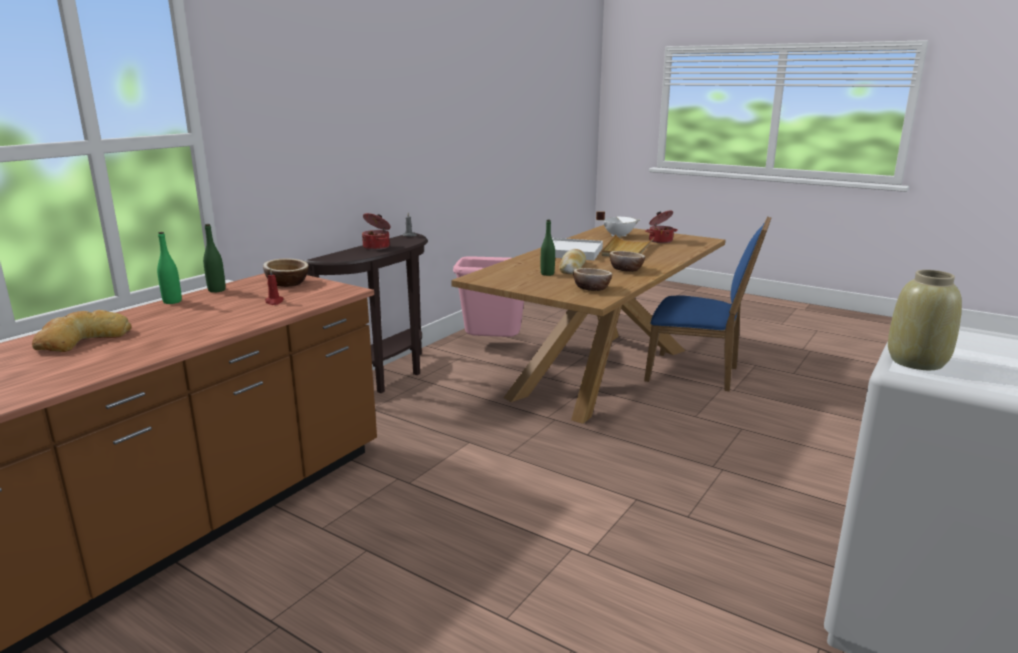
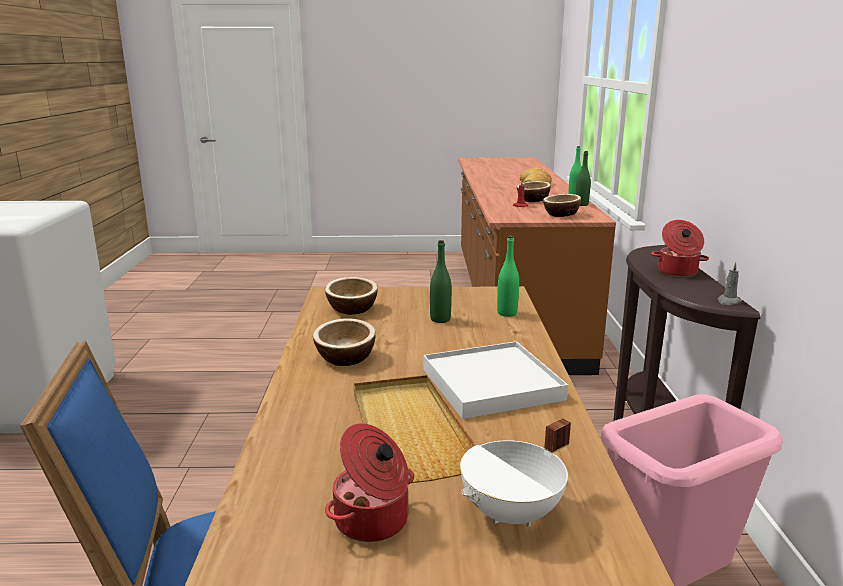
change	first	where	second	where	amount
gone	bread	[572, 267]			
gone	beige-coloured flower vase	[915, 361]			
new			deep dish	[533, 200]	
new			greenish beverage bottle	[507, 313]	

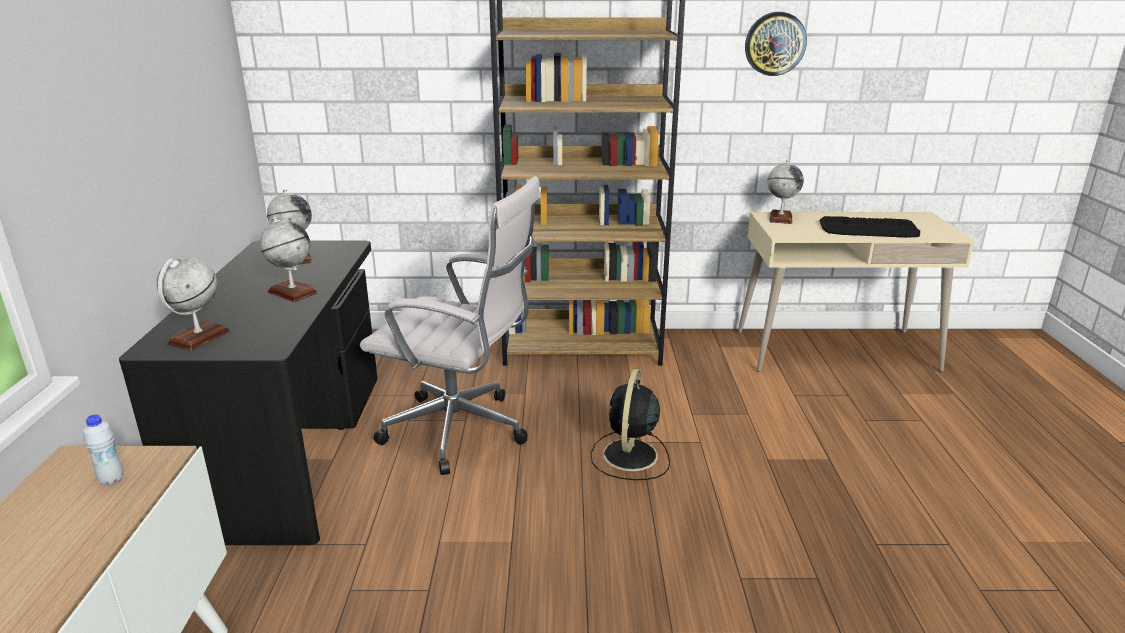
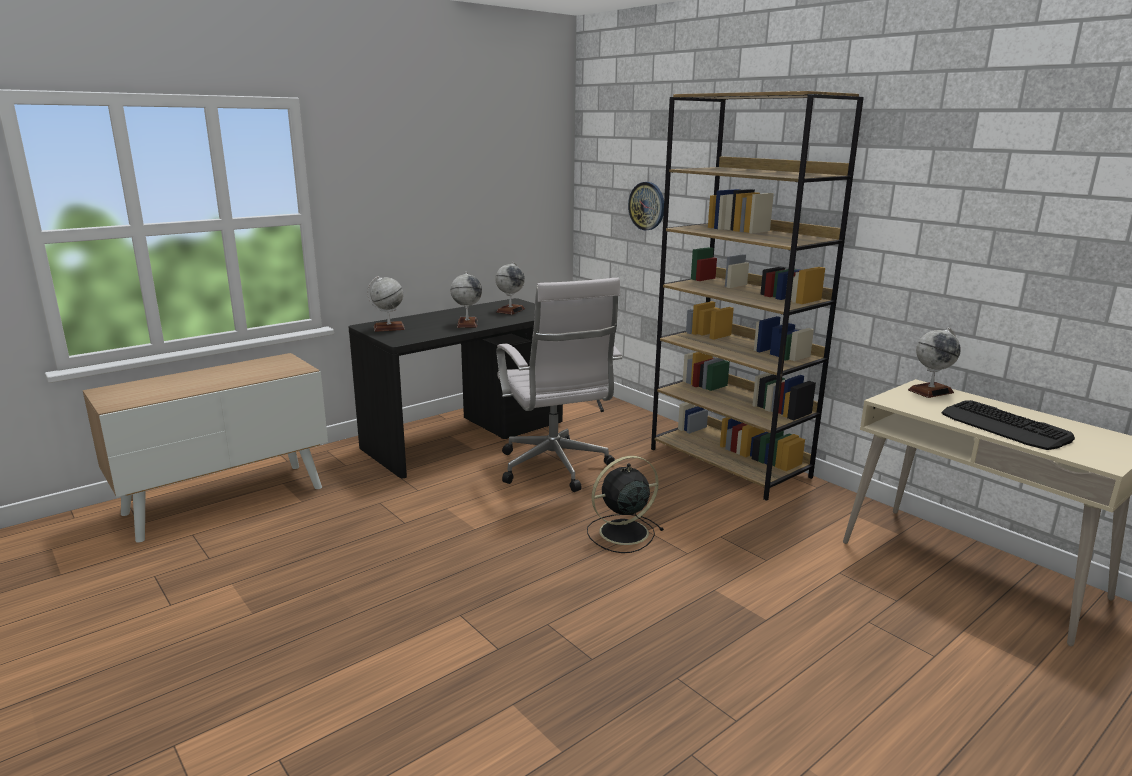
change	first	where	second	where	amount
shifted	hanging clock	[775, 44]		[647, 206]	
gone	white beverage bottle	[111, 480]			

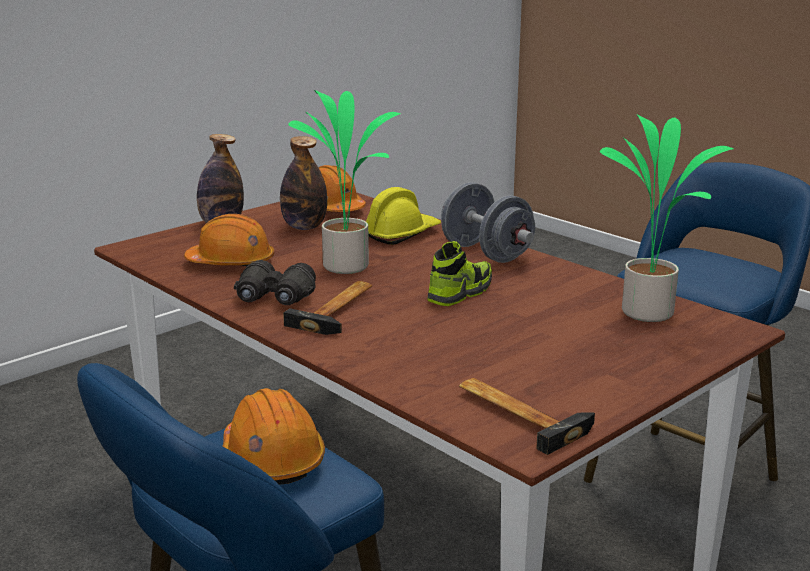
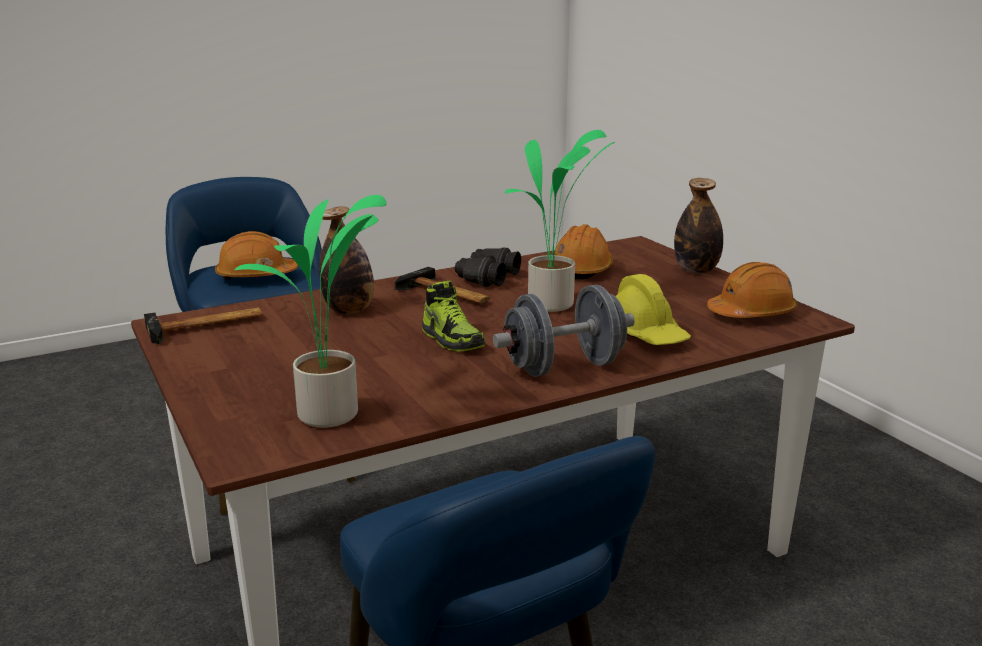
change	first	where	second	where	amount
shifted	beverage bottle	[304, 227]		[349, 310]	

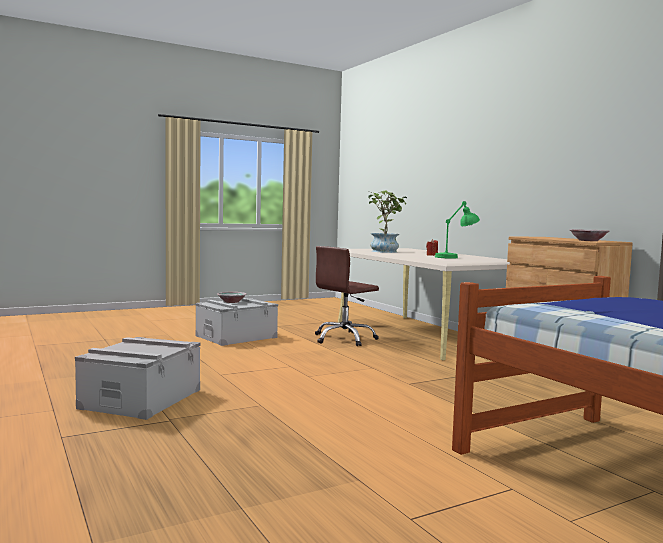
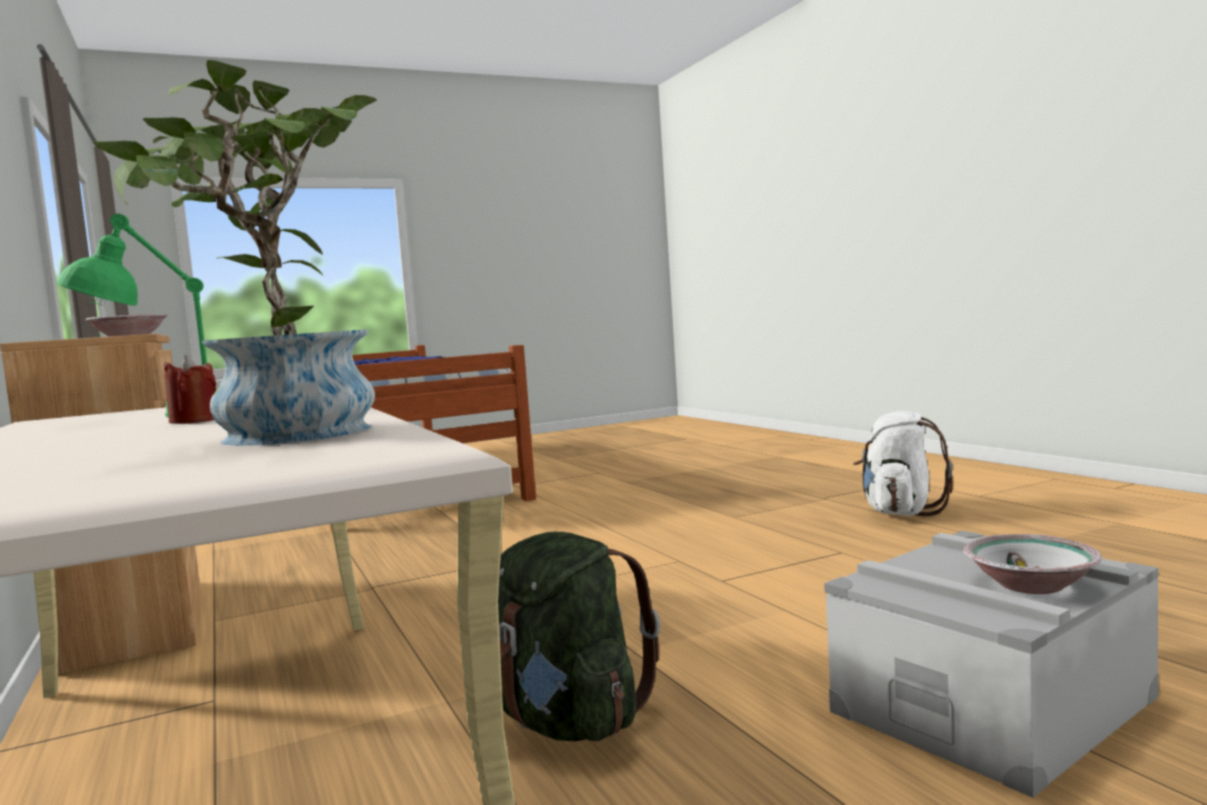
change	first	where	second	where	amount
swapped	brownish computer chair	[344, 339]	greenish backpack	[568, 722]	
swapped	grey storage box	[141, 398]	white backpack	[900, 512]	

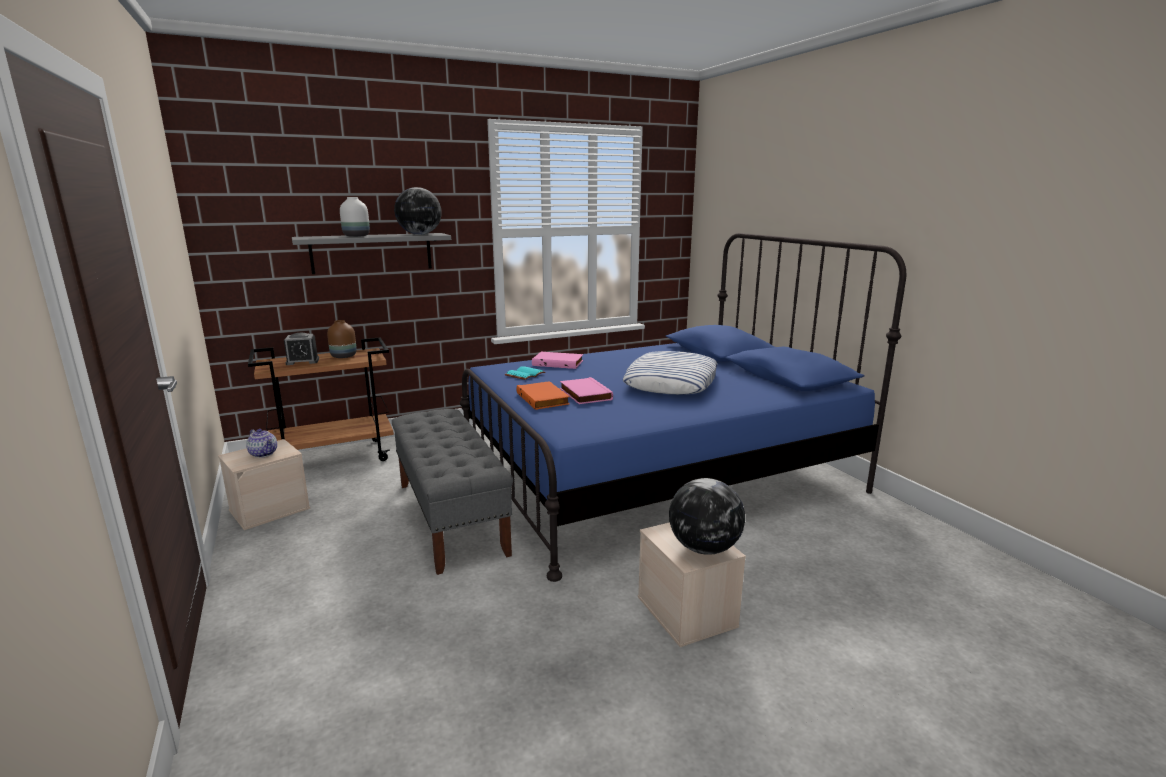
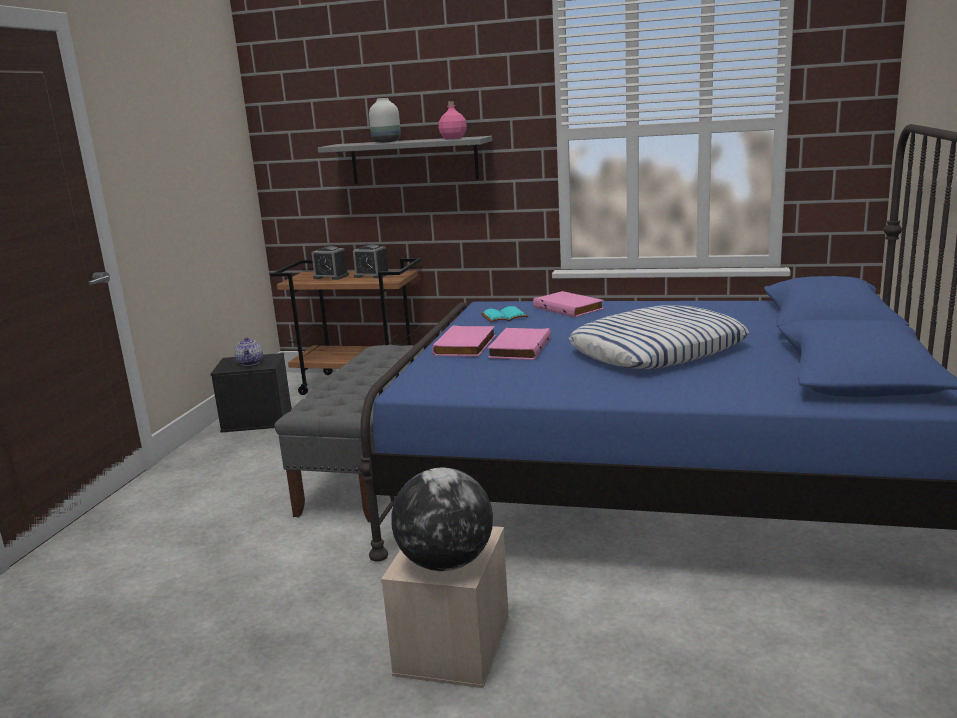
change	first	where	second	where	amount
swapped	globe	[420, 234]	pink-coloured beverage bottle	[453, 138]	
swapped	brownish flower vase	[344, 356]	bedside clock	[372, 275]	
repainted	orange book	[544, 399]	pink-coloured book	[466, 346]	
repainted	beige-coloured storage box	[270, 509]	black storage box	[258, 419]	

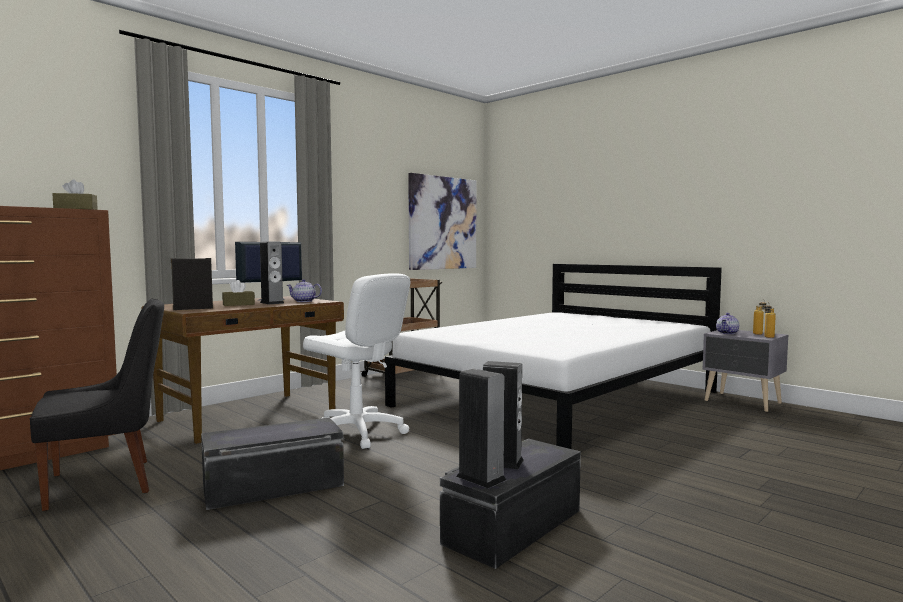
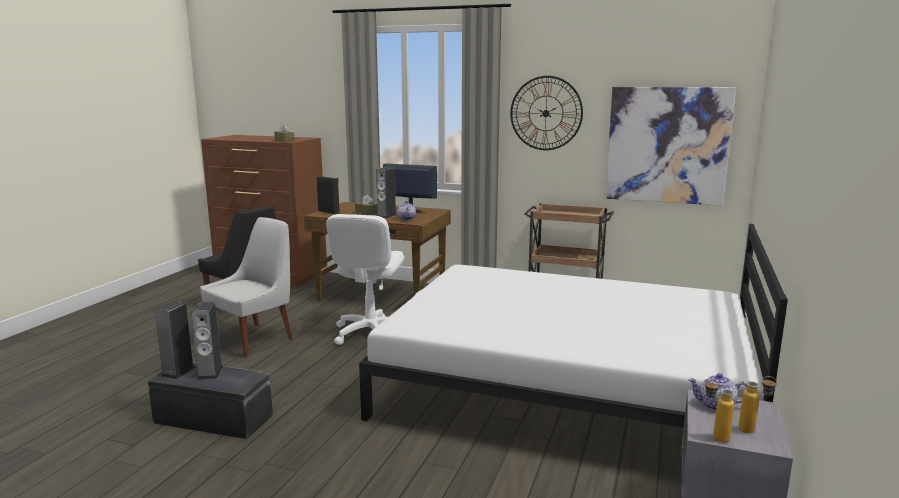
change	first	where	second	where	amount
swapped	black storage box	[274, 487]	white upright chair	[254, 339]	
new			hanging clock	[546, 113]	

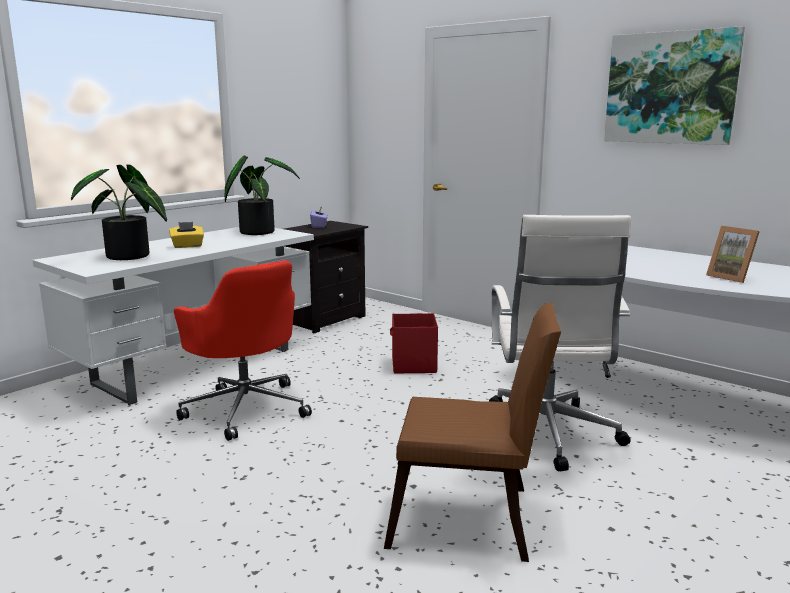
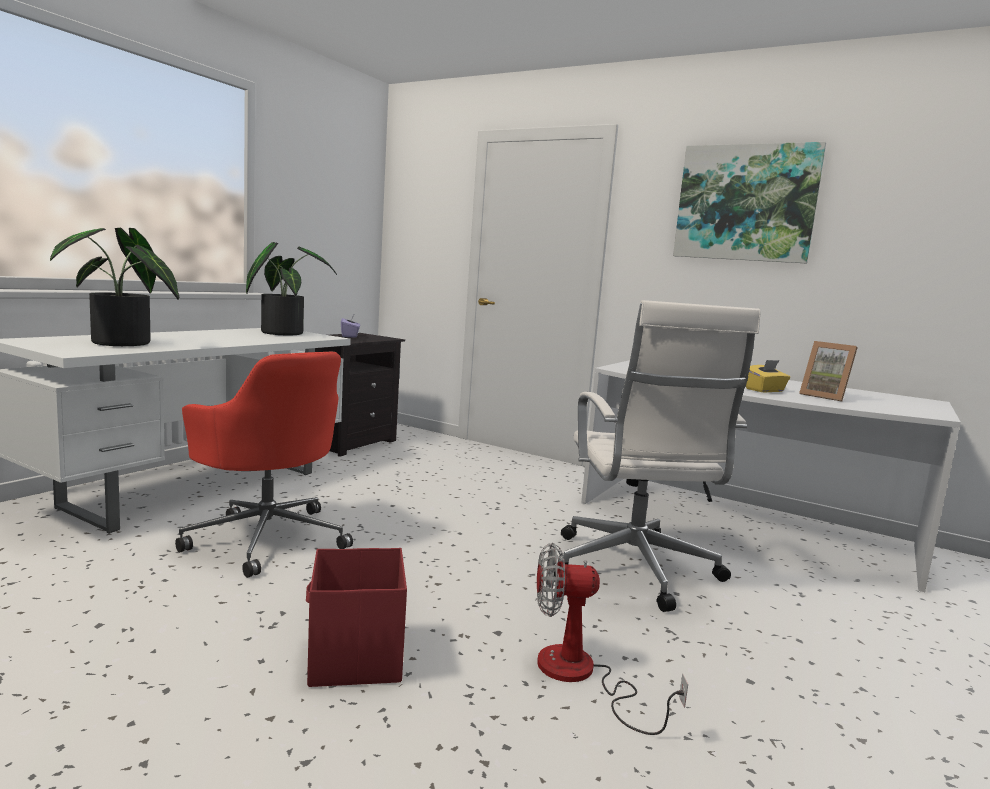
change	first	where	second	where	amount
shifted	yellow tissue box	[187, 246]		[764, 390]	
swapped	brownish upright chair	[470, 521]	cooling fan	[581, 676]	
shifted	reddish storage box	[413, 365]		[354, 658]	

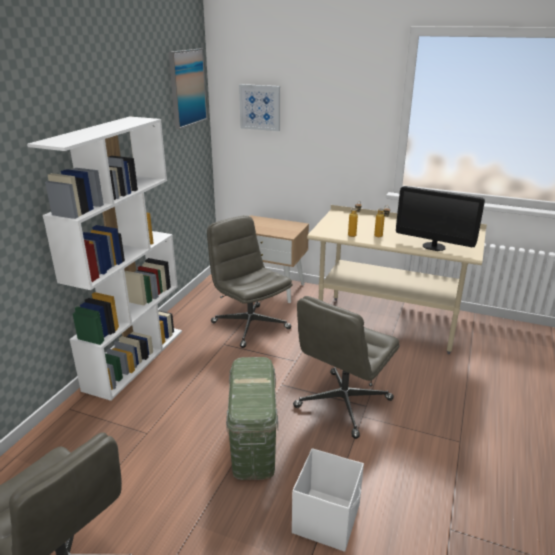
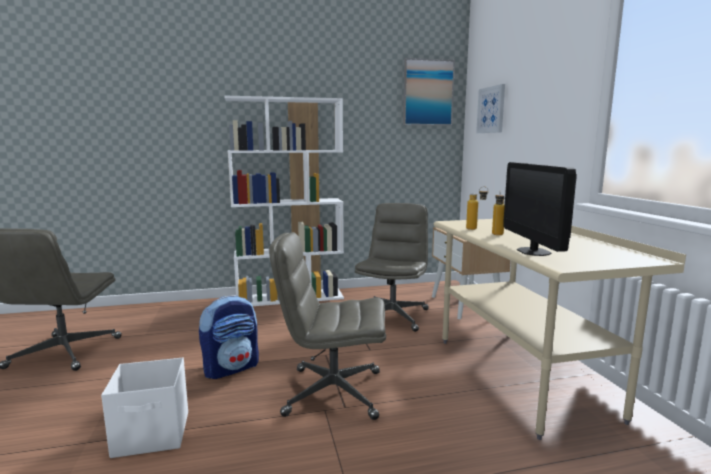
change	first	where	second	where	amount
swapped	greenish storage box	[253, 443]	backpack	[231, 368]	

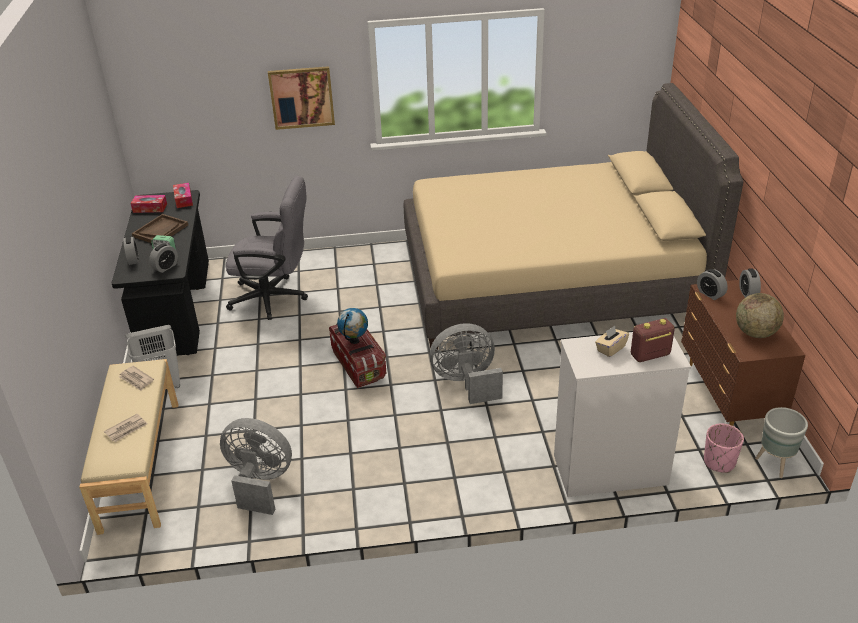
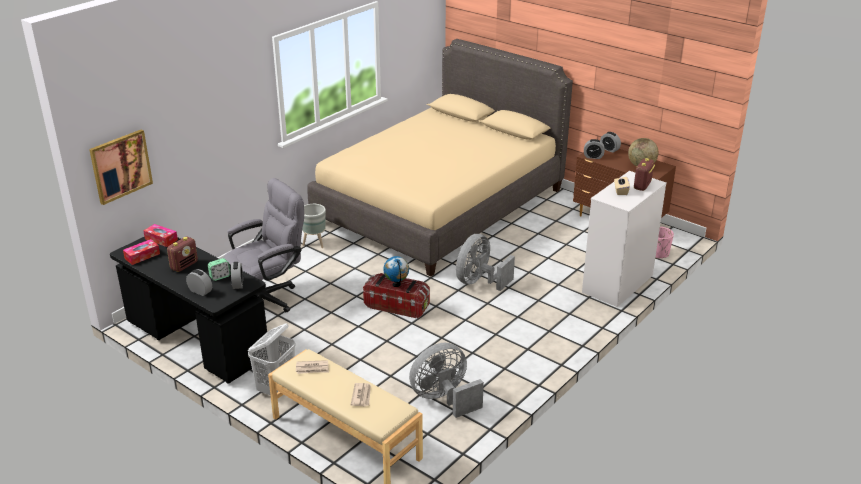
change	first	where	second	where	amount
shifted	picture	[301, 97]		[120, 166]	
swapped	brownish serving tray	[160, 231]	radio set	[184, 265]	
shifted	grey plant pot	[774, 463]		[314, 243]	

